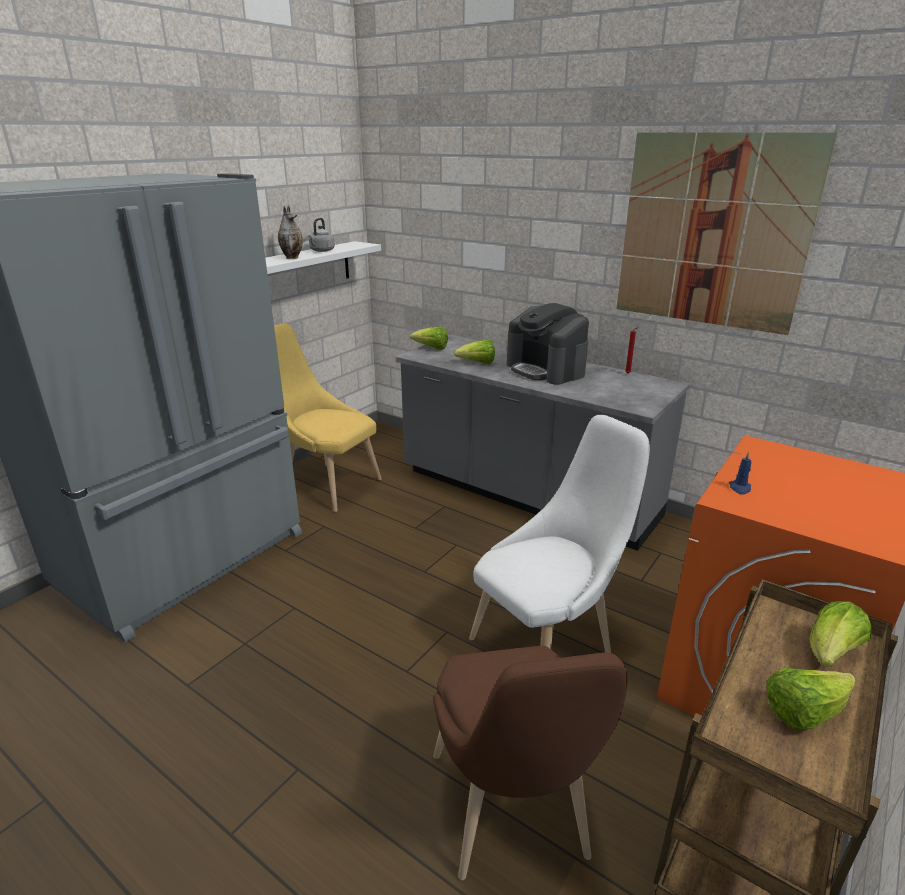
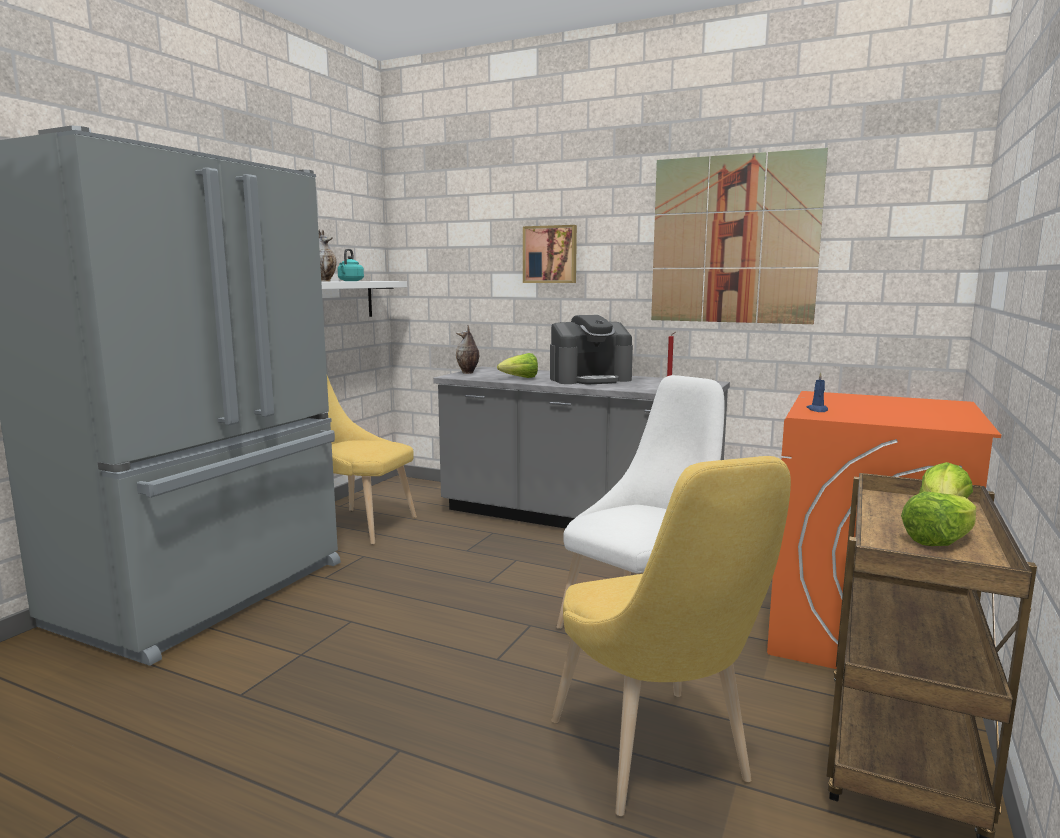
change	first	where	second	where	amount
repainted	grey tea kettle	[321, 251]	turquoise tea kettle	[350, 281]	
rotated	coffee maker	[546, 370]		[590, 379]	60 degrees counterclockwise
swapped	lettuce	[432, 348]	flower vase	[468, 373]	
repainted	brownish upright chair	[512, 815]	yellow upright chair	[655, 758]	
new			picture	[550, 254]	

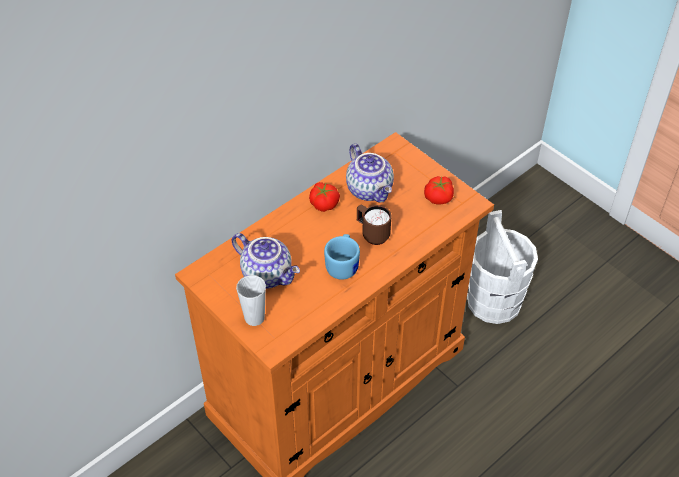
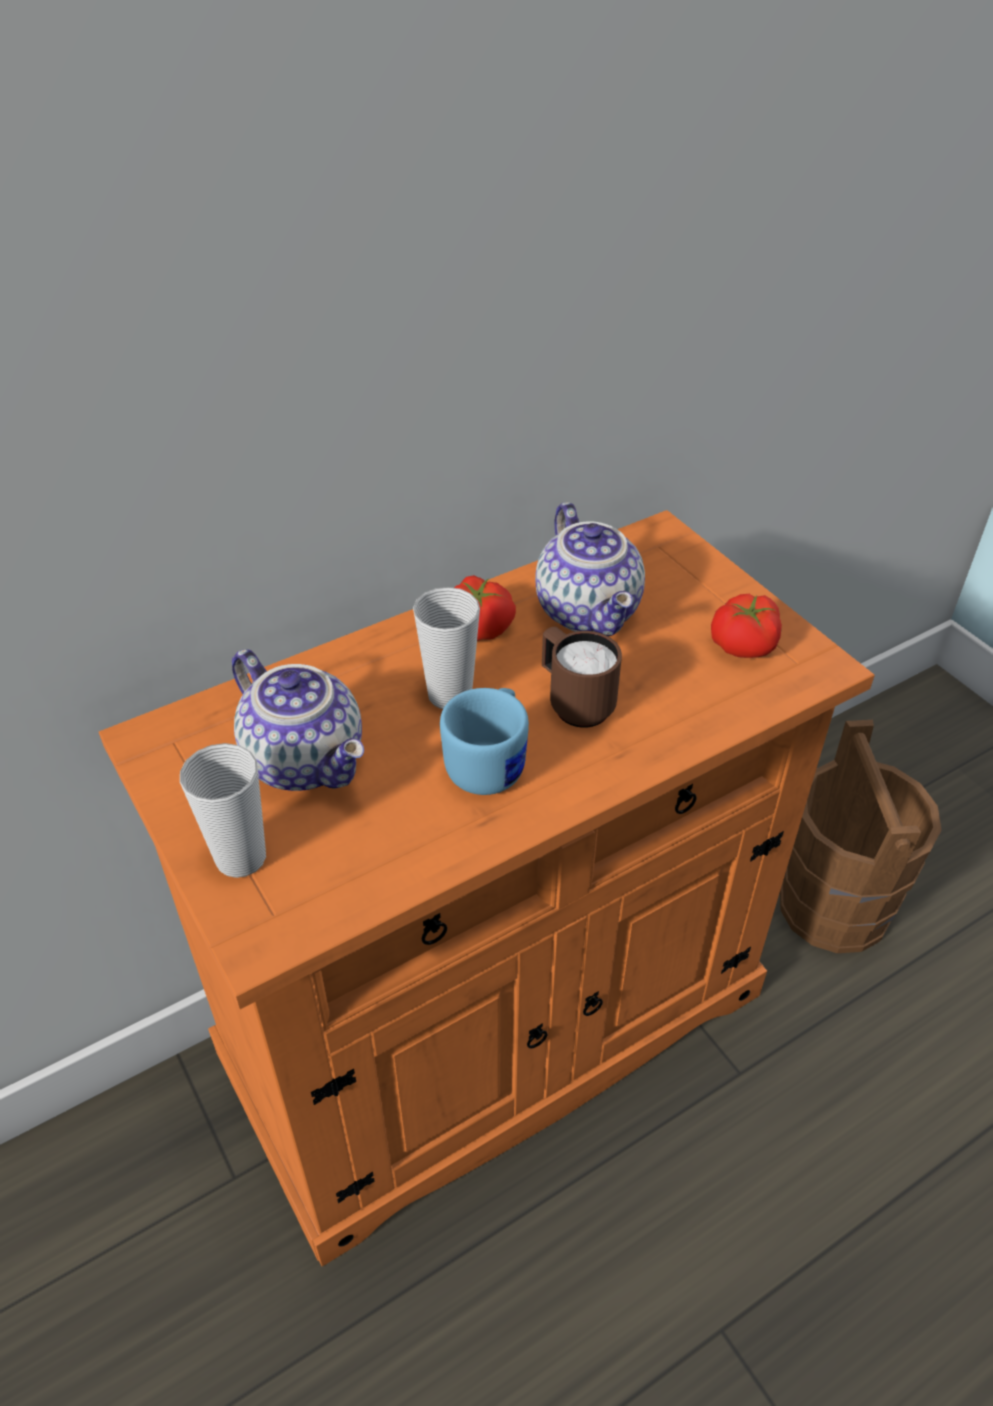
change	first	where	second	where	amount
repainted	white bucket	[494, 301]	brownish bucket	[833, 906]	
new			cup	[449, 695]	

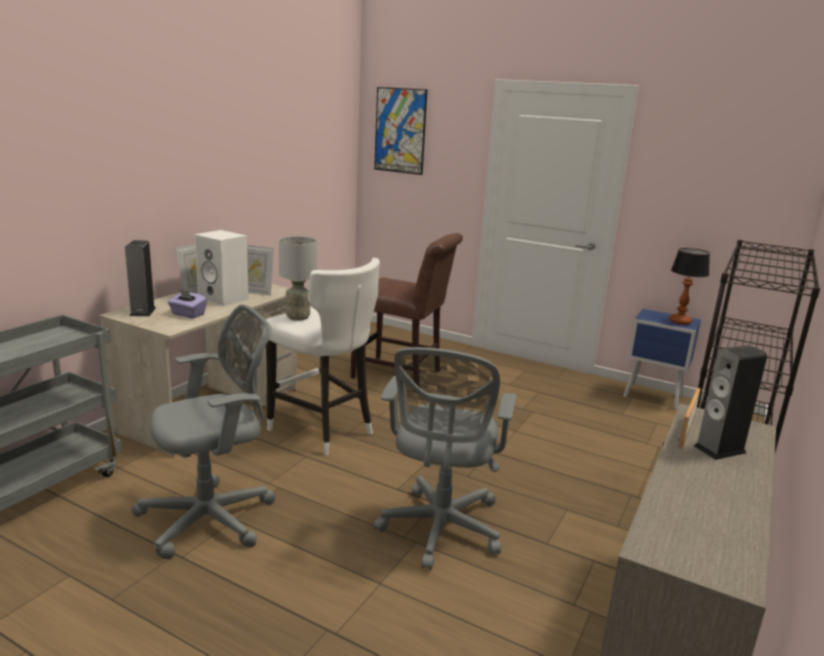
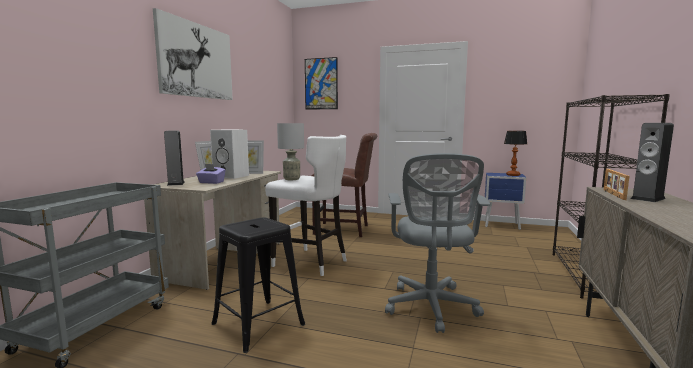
change	first	where	second	where	amount
swapped	grey computer chair	[213, 518]	black sitting stool	[258, 324]	
new			picture	[196, 61]	

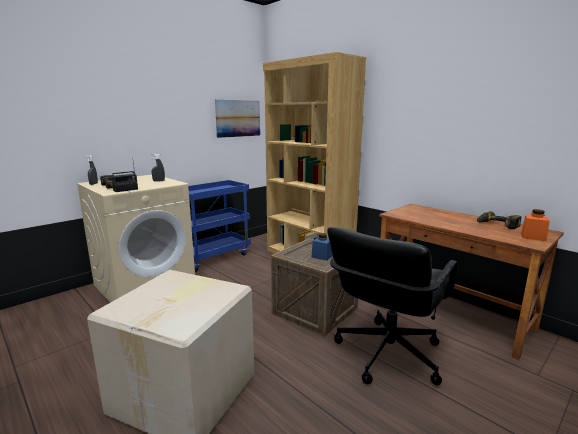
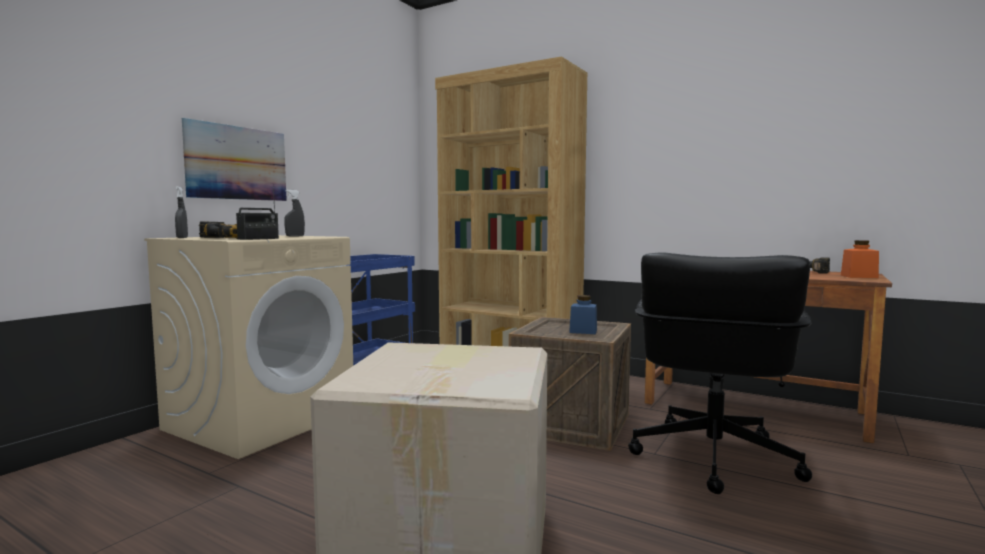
change	first	where	second	where	amount
shifted	picture	[238, 118]		[237, 163]	

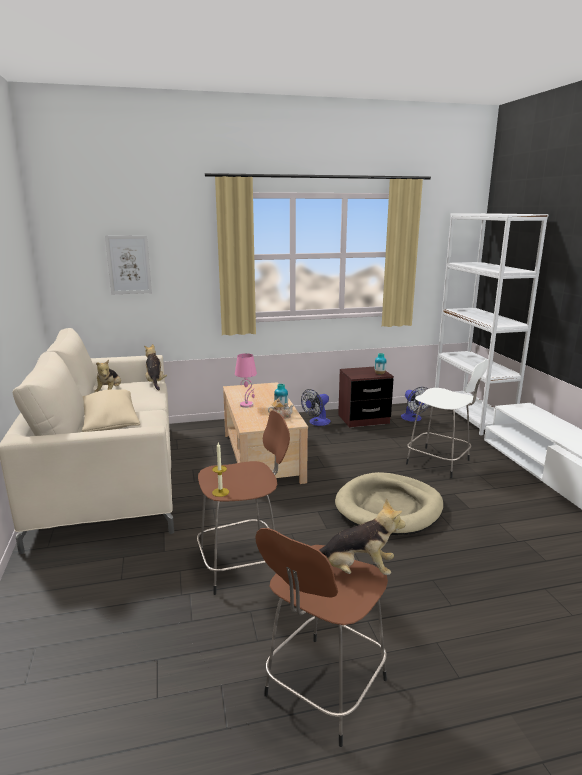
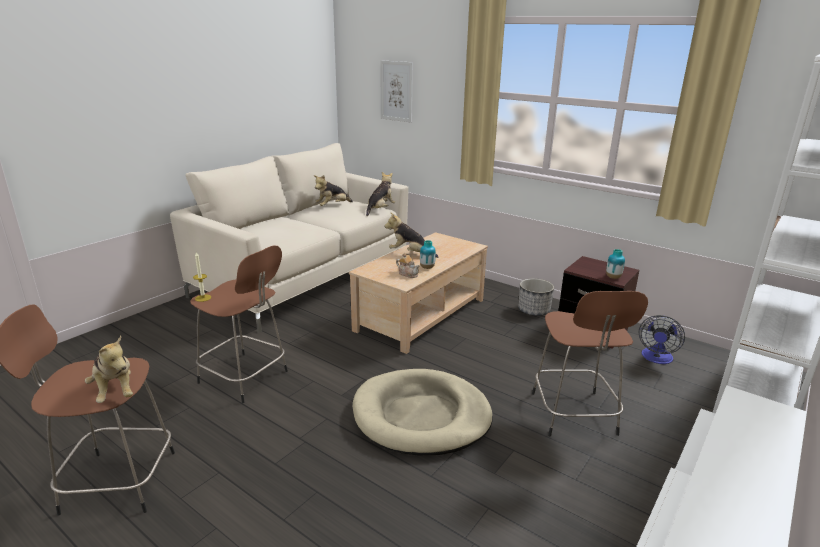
change	first	where	second	where	amount
swapped	pink-coloured table lamp	[247, 405]	soft toy	[410, 254]	
repainted	white sitting stool	[440, 463]	brownish sitting stool	[574, 415]	
gone	beige-coloured throw pillow	[110, 423]			
swapped	cooling fan	[317, 423]	plant pot	[534, 310]	

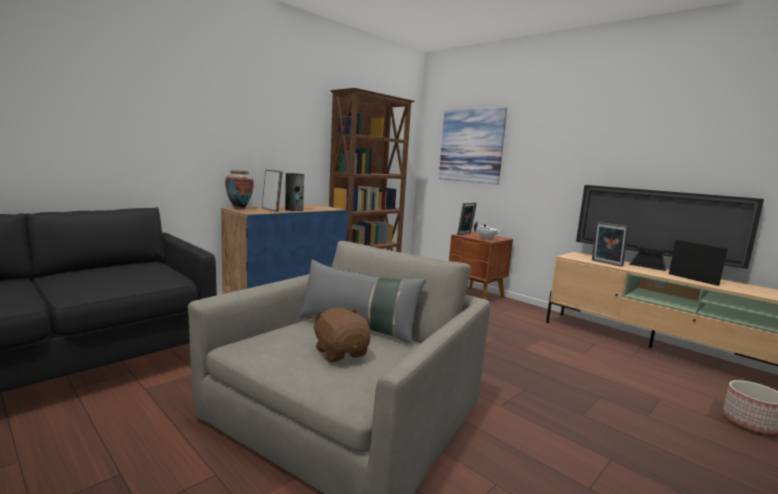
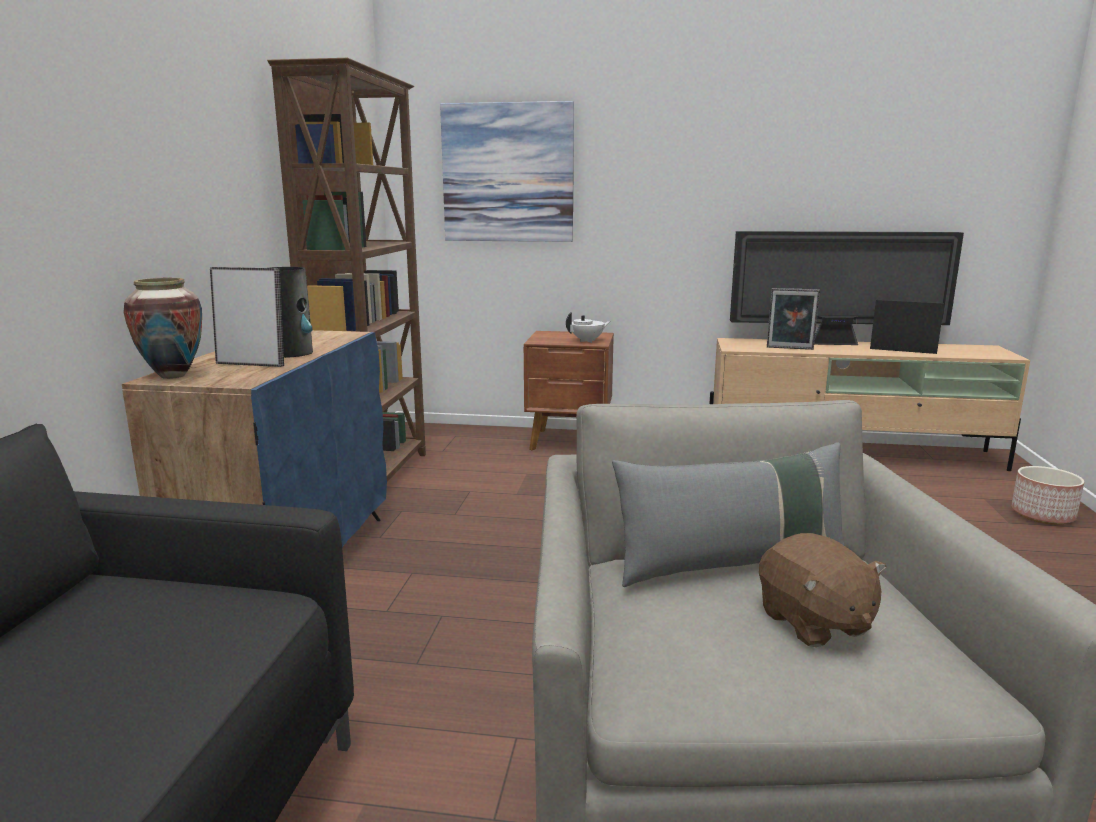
change	first	where	second	where	amount
gone	standing frame	[465, 234]			
rotated	brownish soft toy	[341, 353]		[814, 622]	135 degrees counterclockwise

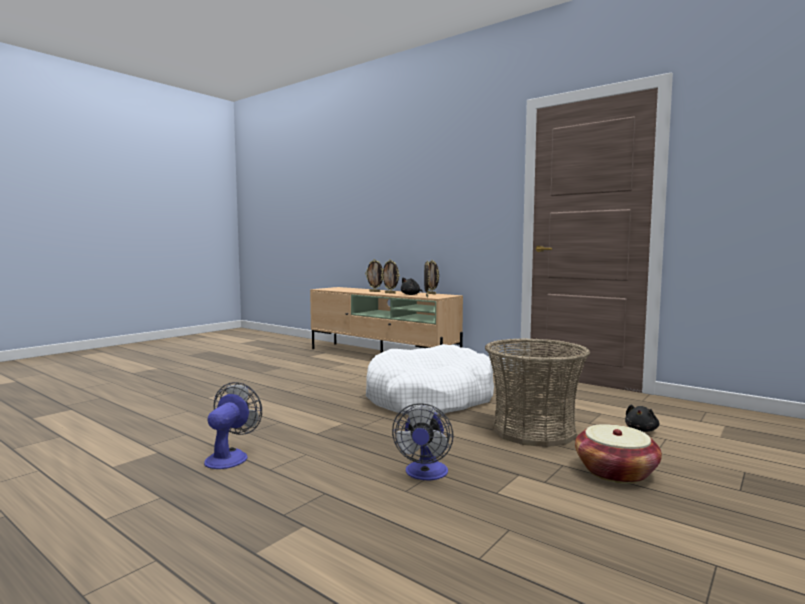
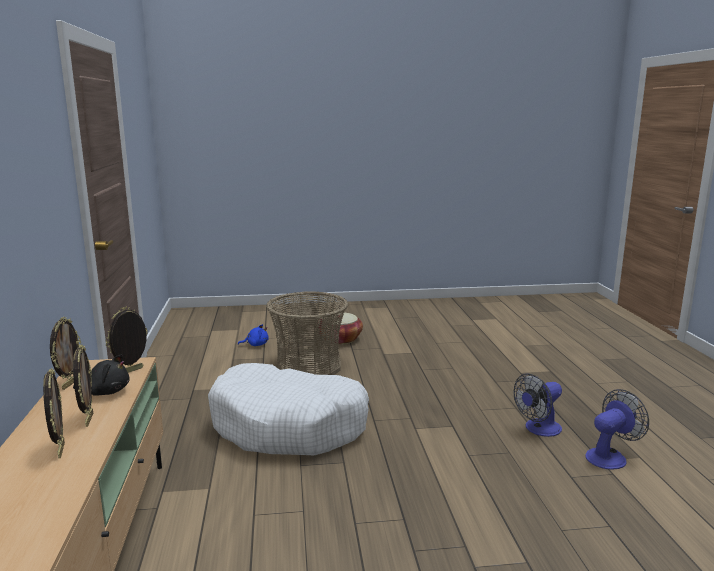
change	first	where	second	where	amount
shifted	cooling fan	[425, 474]		[610, 456]	
repainted	black soft toy	[641, 430]	blue-coloured soft toy	[256, 344]	

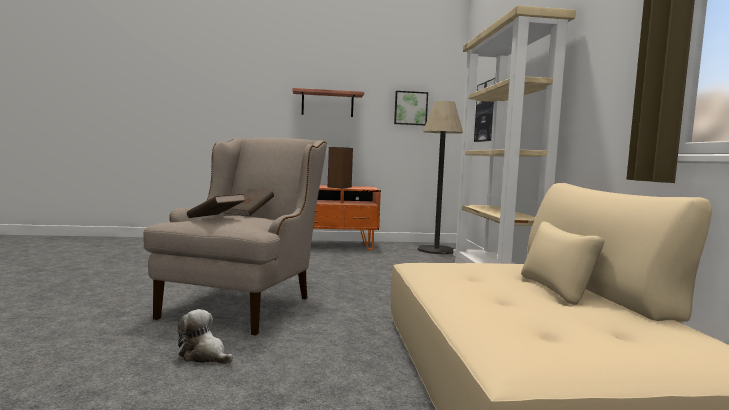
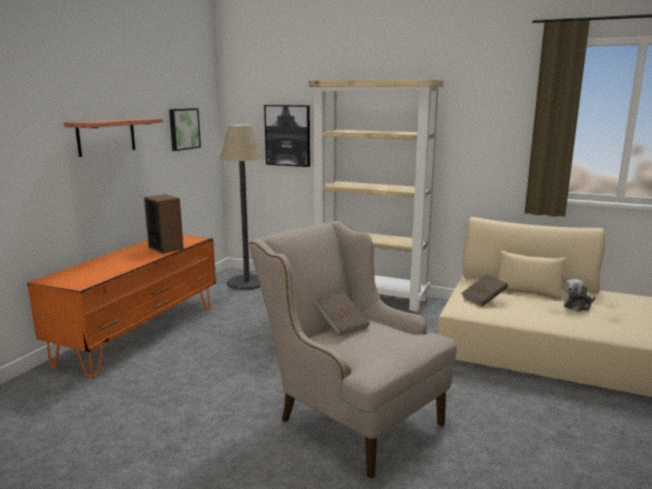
change	first	where	second	where	amount
shifted	brownish book	[215, 218]		[483, 299]	
shifted	soft toy	[204, 355]		[578, 305]	

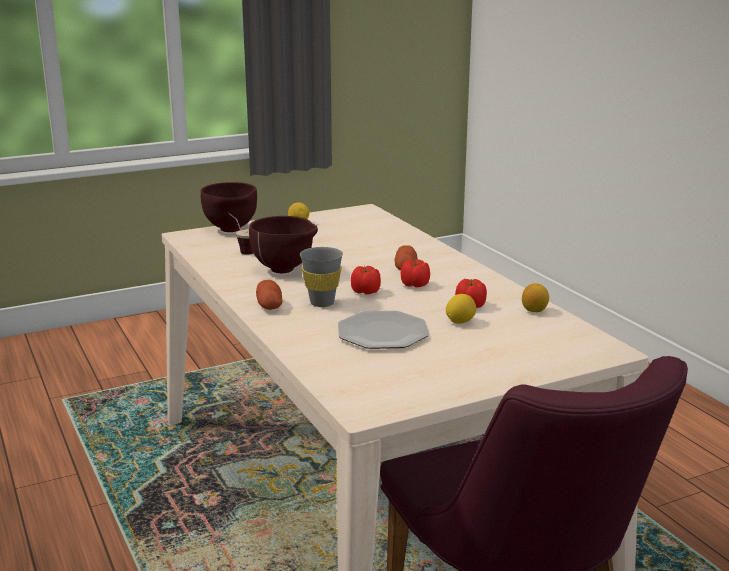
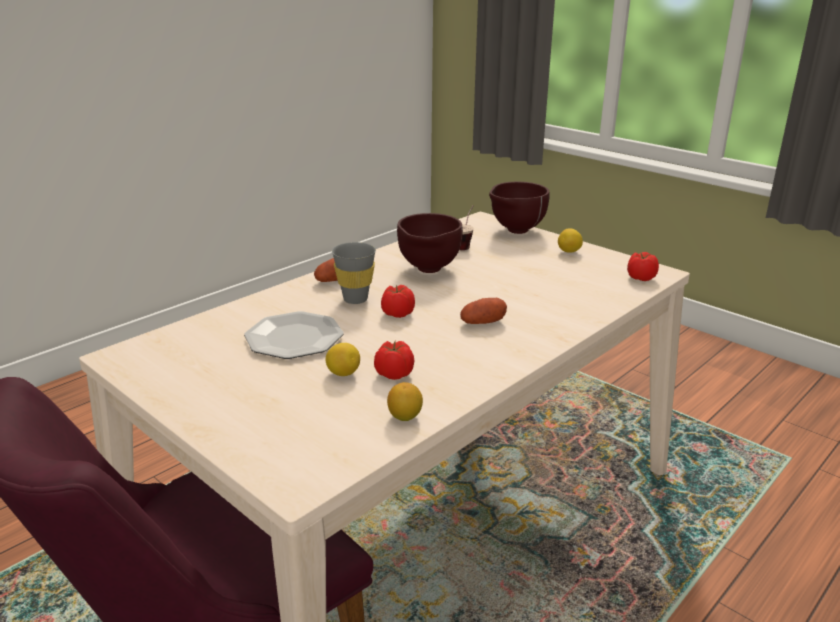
change	first	where	second	where	amount
shifted	fresh tomato	[415, 285]		[640, 278]	

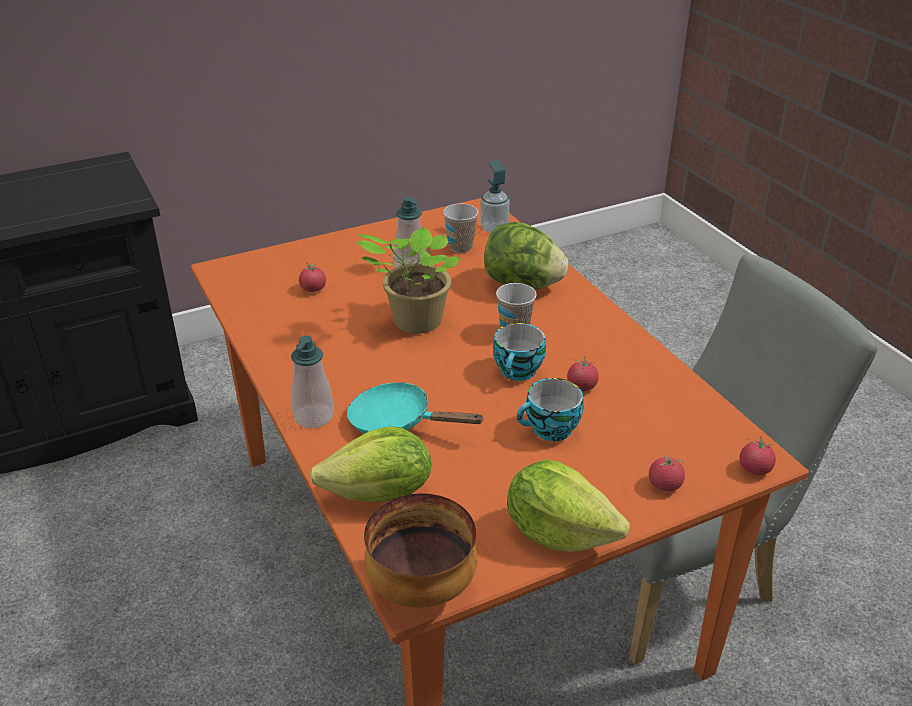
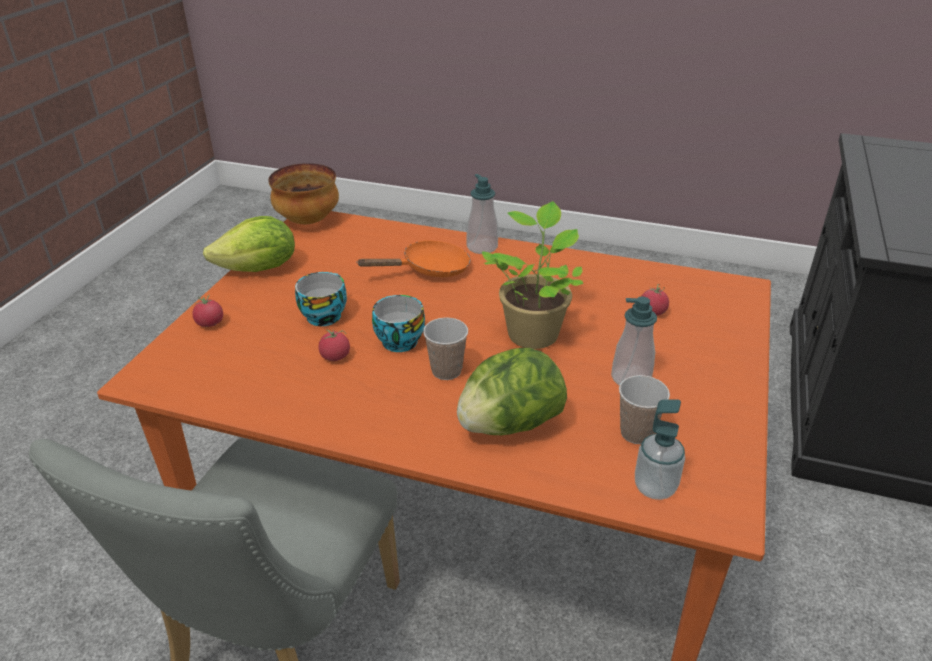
change	first	where	second	where	amount
repainted	turquoise frying pan	[398, 422]	orange frying pan	[429, 269]	
gone	lettuce	[380, 494]			
gone	fresh tomato	[754, 469]			

